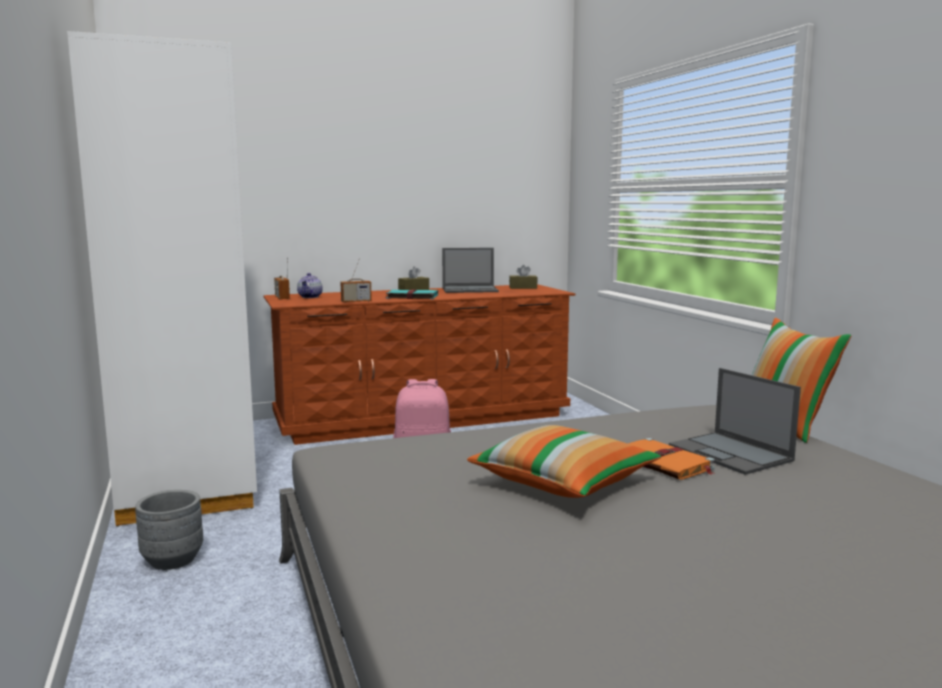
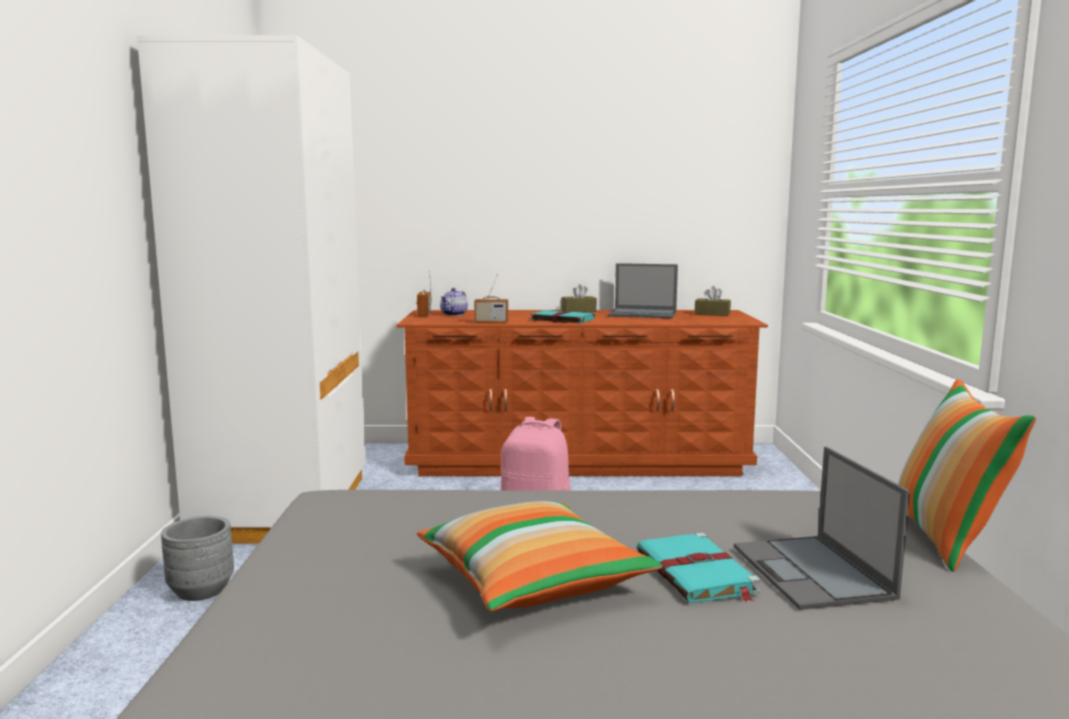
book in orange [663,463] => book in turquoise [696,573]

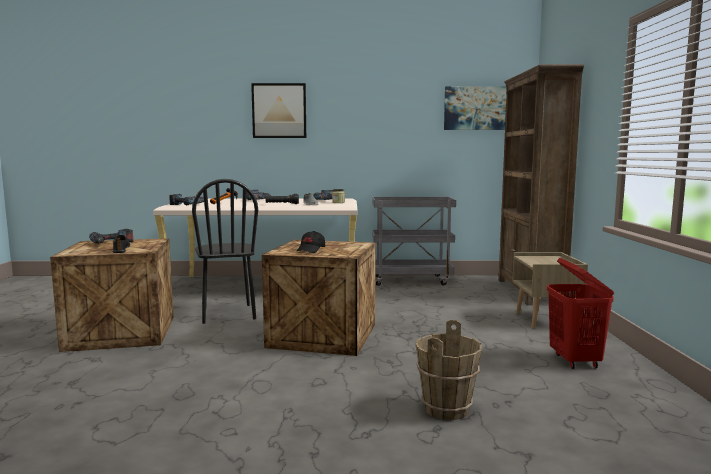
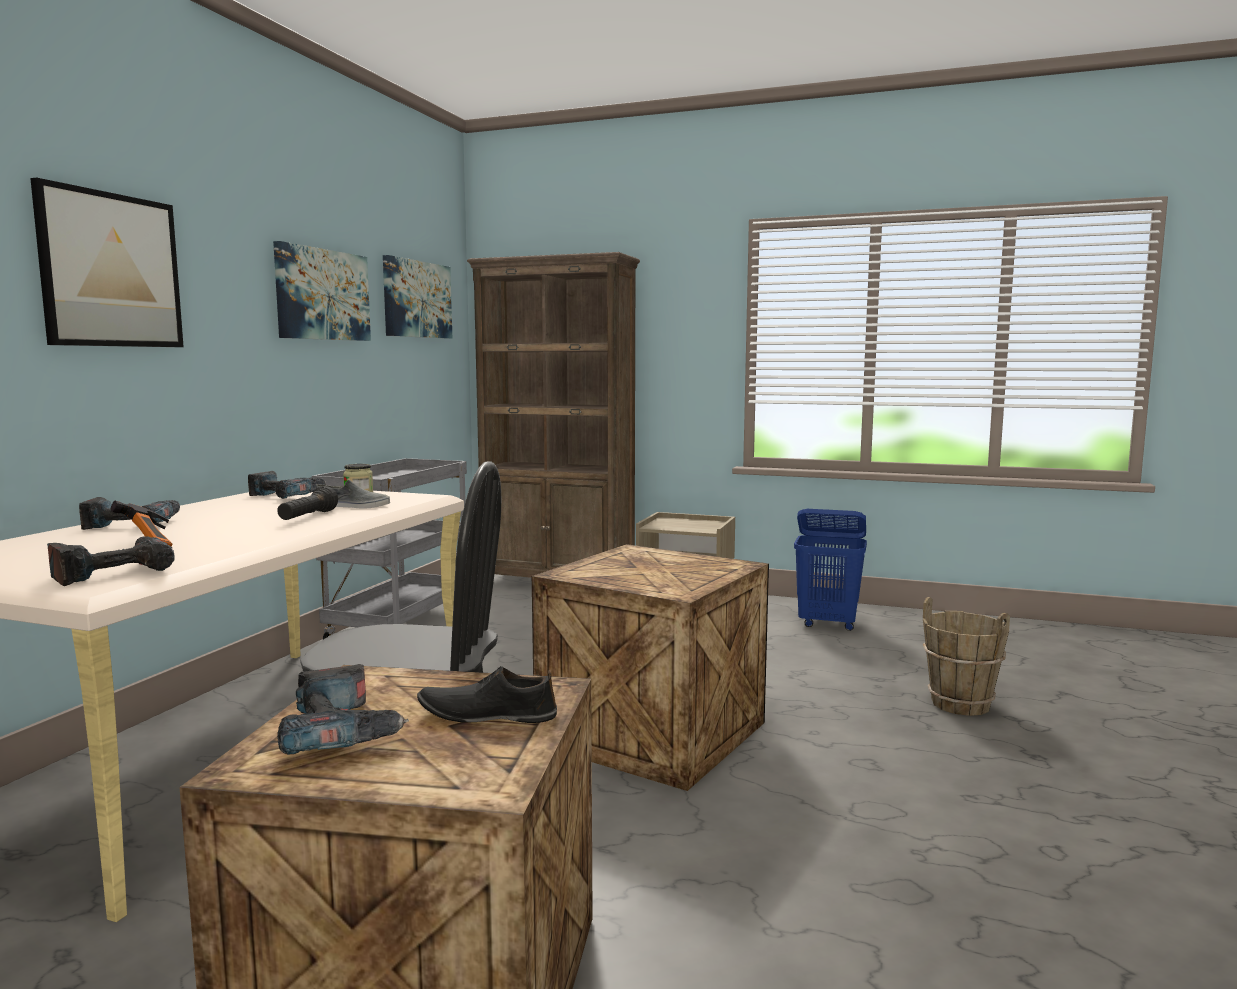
cap in black [311,250] => nothing
nothing => picture [322,295]
laundry basket in red [575,361] => laundry basket in blue [828,624]

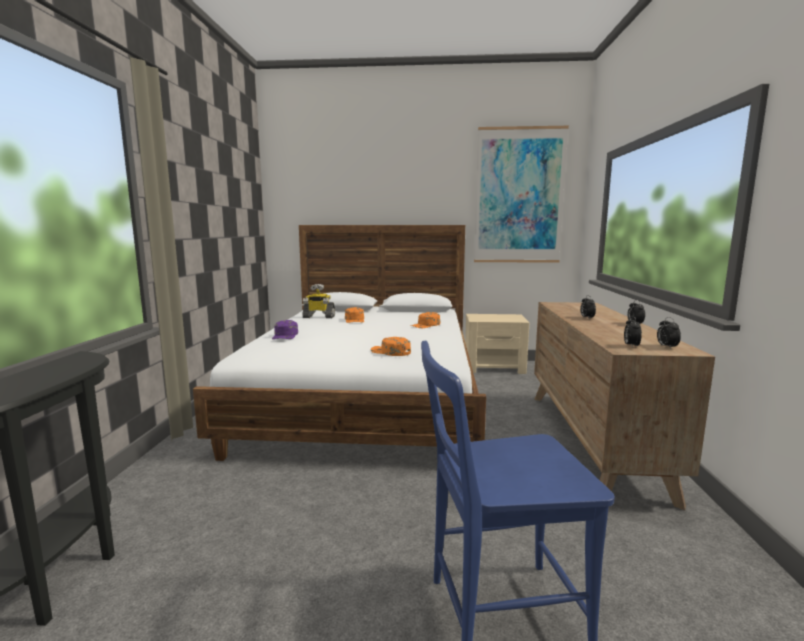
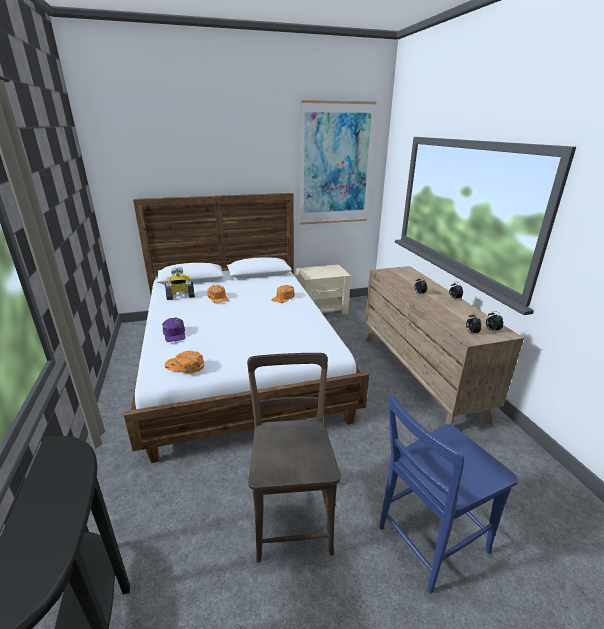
nothing => chair in brown [292,514]
cap in orange [390,352] => cap in orange [184,366], shifted

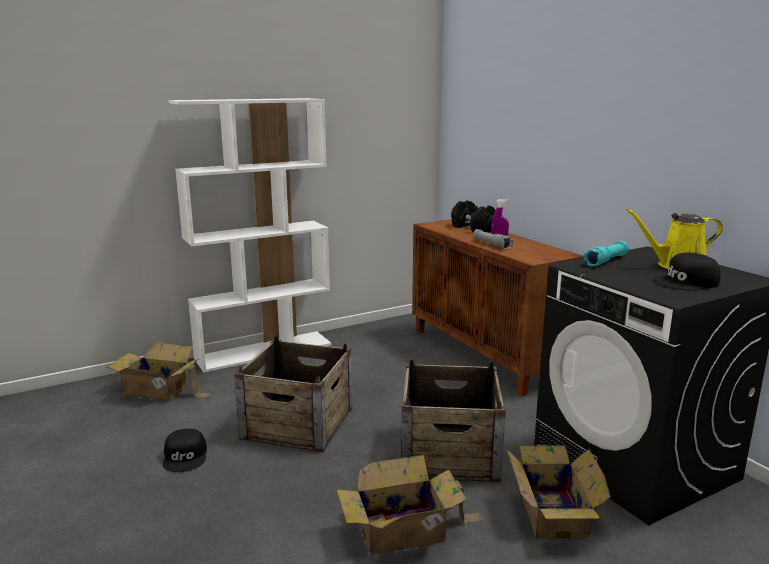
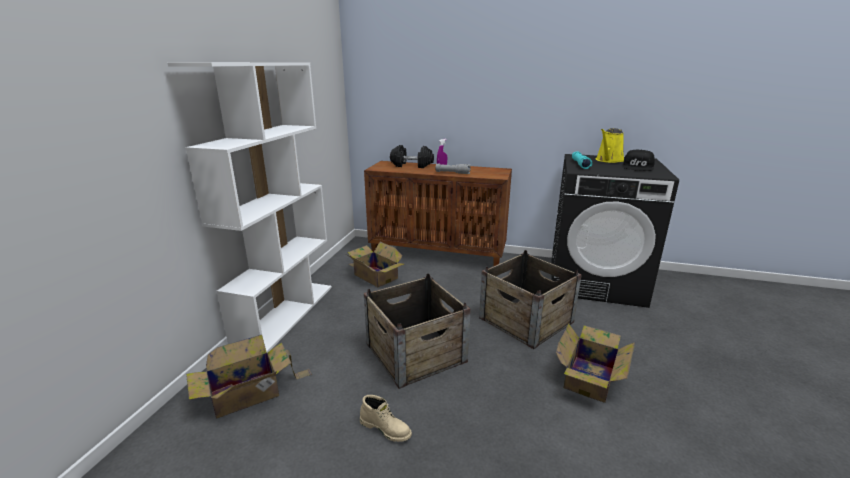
cardboard box [552,511] => cardboard box [375,276], shifted
cap in black [186,456] => boot in beige [386,428]

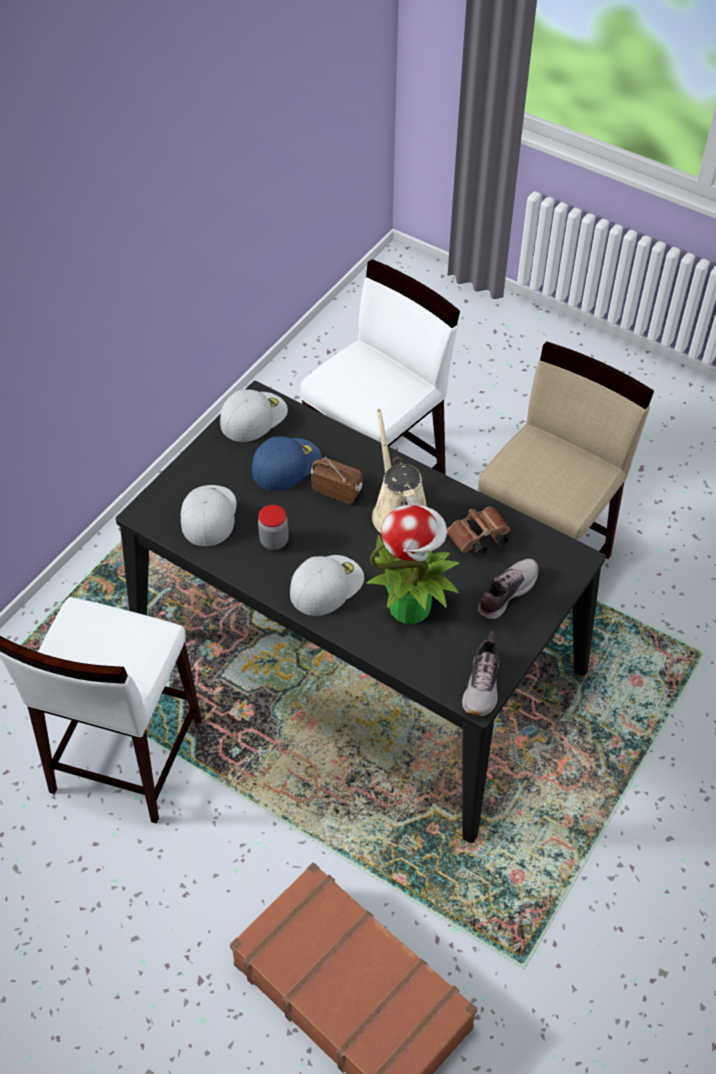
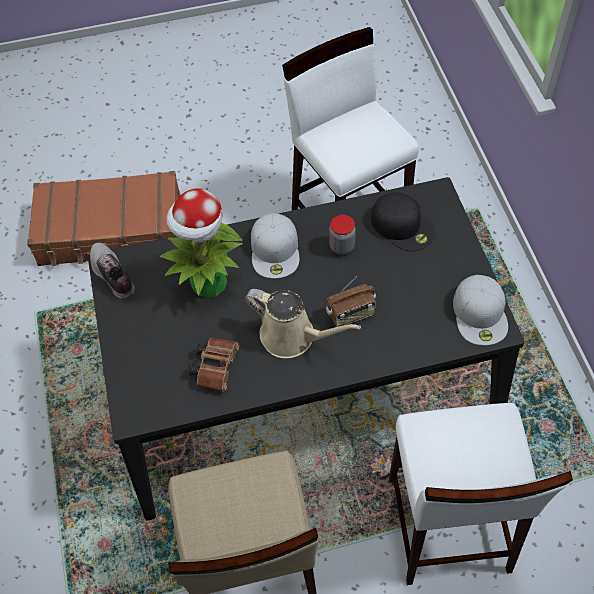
cap in blue [286,463] => nothing
shoe [505,593] => nothing
cap in white [208,514] => cap in black [403,225]

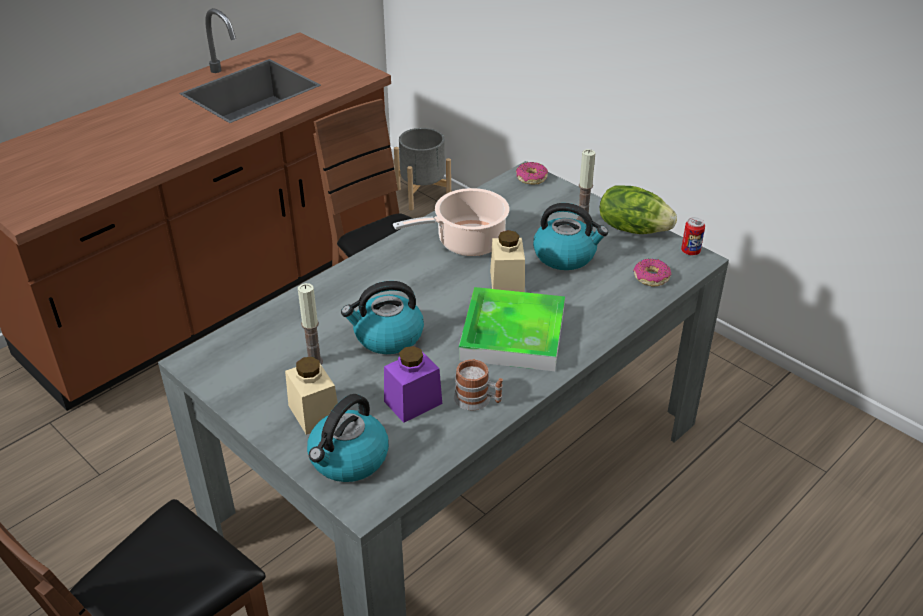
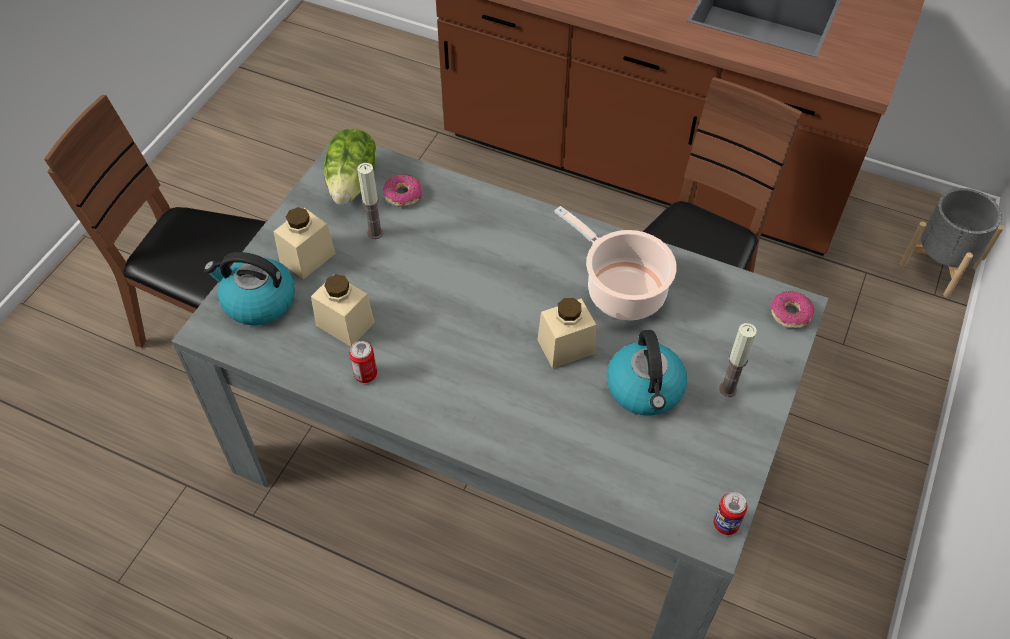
kettle [387,337] => nothing
tray [512,334] => nothing
lettuce [633,228] => lettuce [353,182], shifted
donut [651,277] => donut [403,195], shifted
mug [478,400] => can [365,374]
jar in purple [413,402] => jar in beige [345,324]

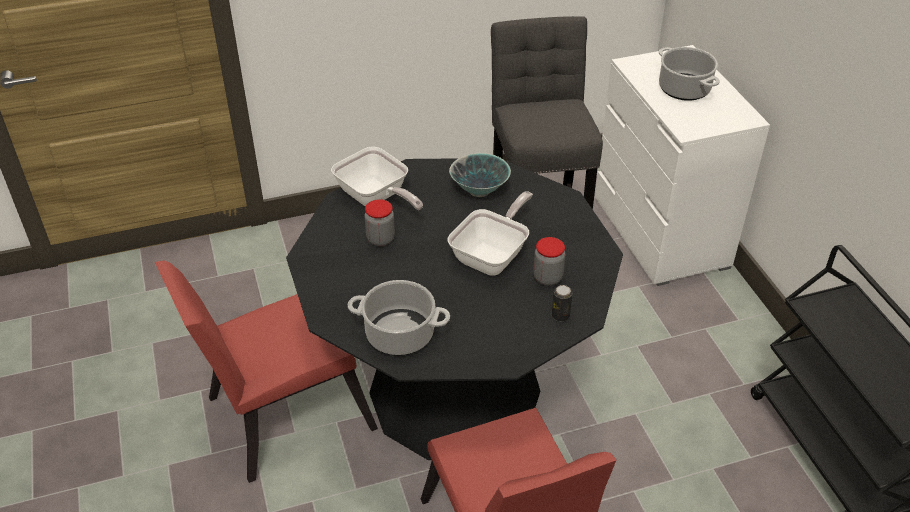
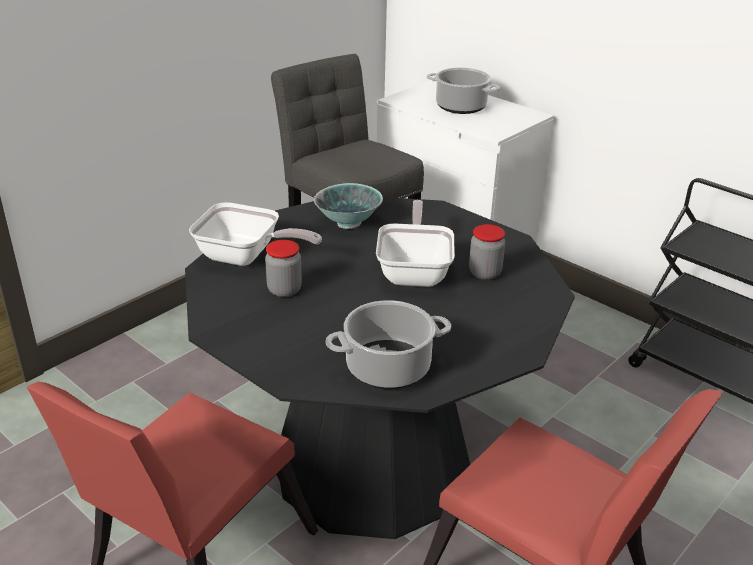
can [560,315] => nothing

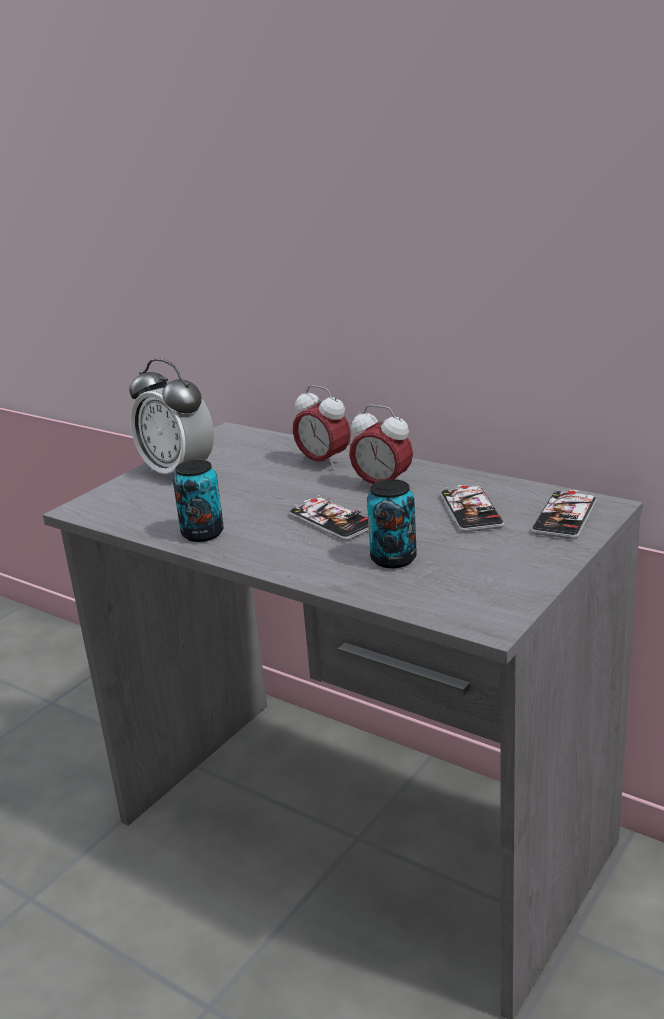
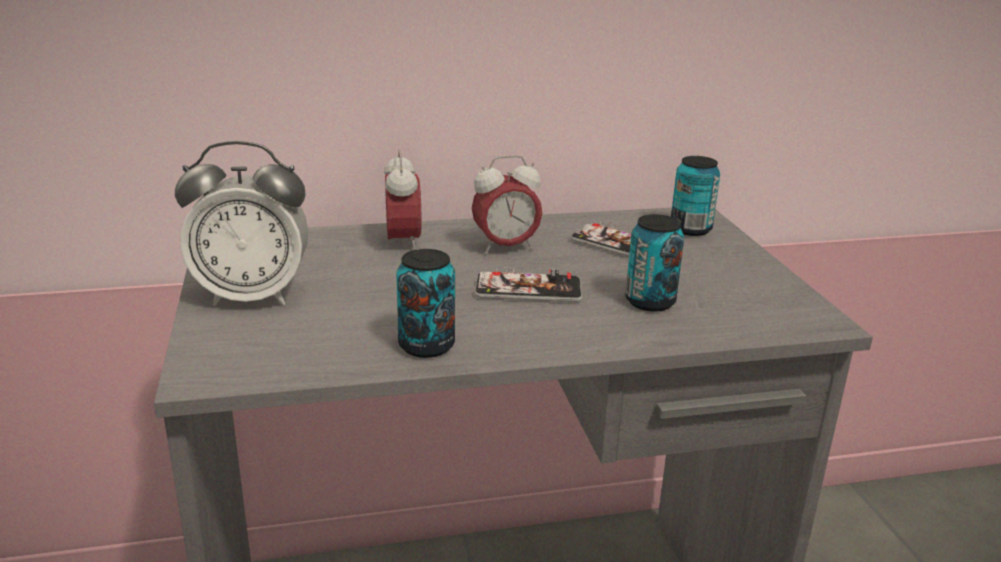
phone [564,516] => can [690,229]
alarm clock [323,463] => alarm clock [403,243], 90 degrees counterclockwise

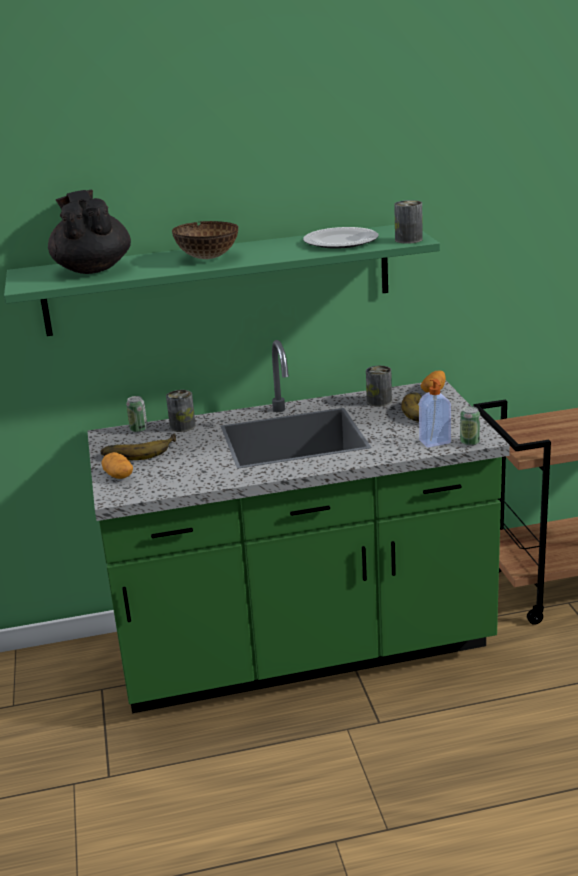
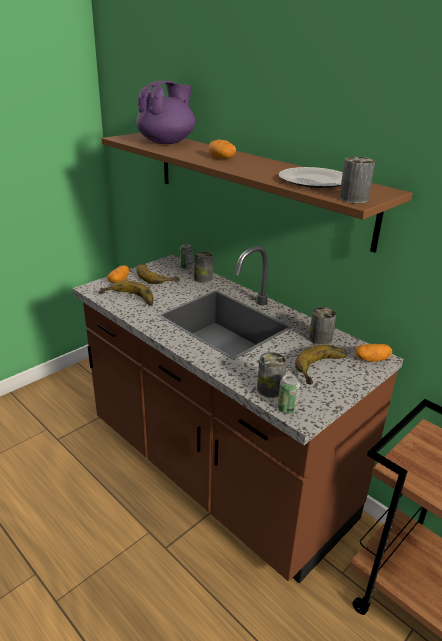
nothing => banana [128,299]
bowl [208,258] => potato [221,158]
soap dispenser [435,442] => can [270,389]
shelf in green [218,279] => shelf in brown [255,184]
teapot in black [92,269] => teapot in purple [167,142]
counter in green [303,651] => counter in brown [216,472]

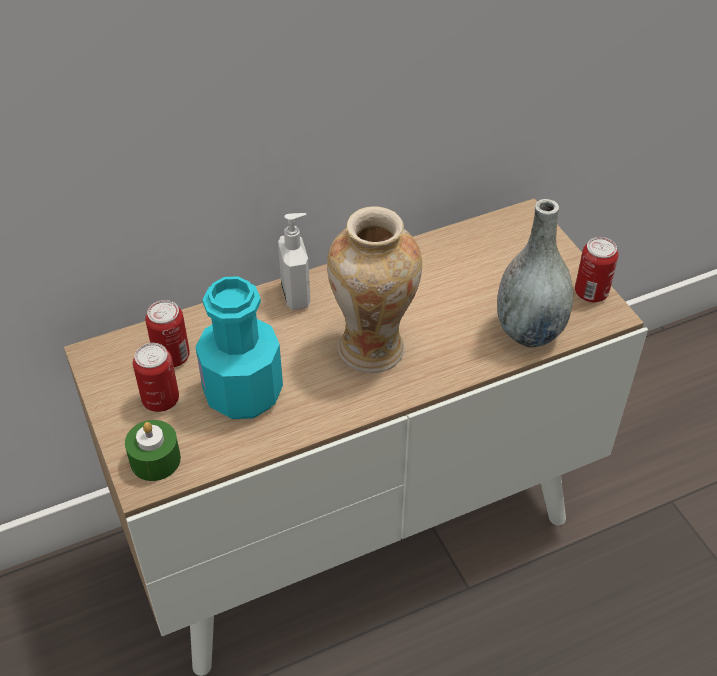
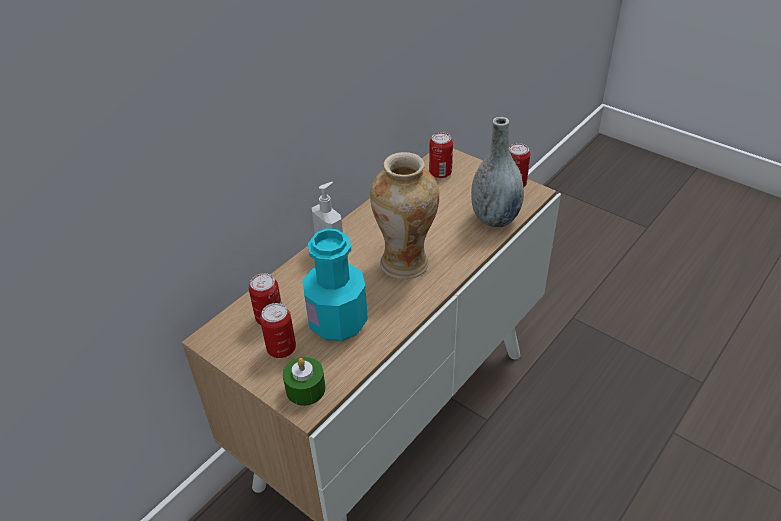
nothing => can [440,173]

